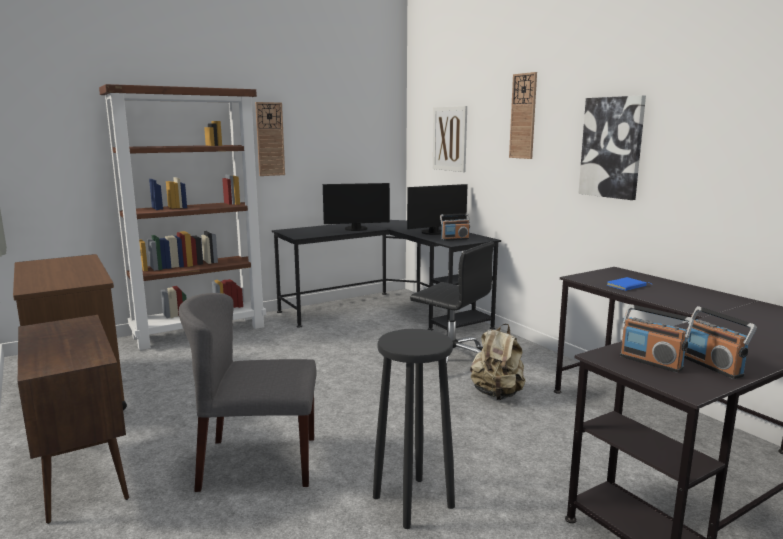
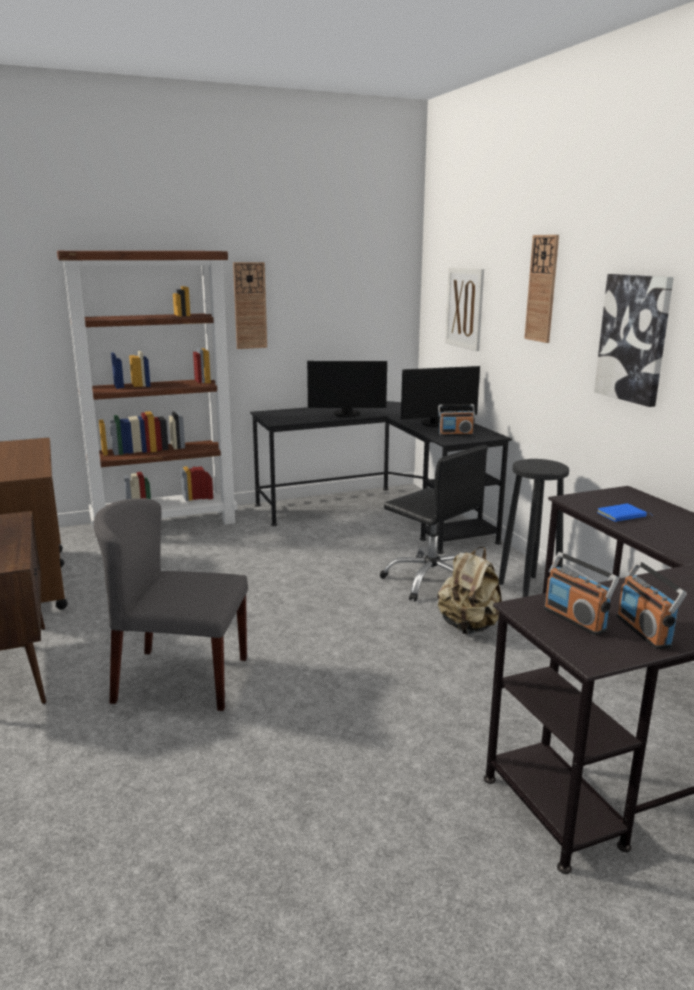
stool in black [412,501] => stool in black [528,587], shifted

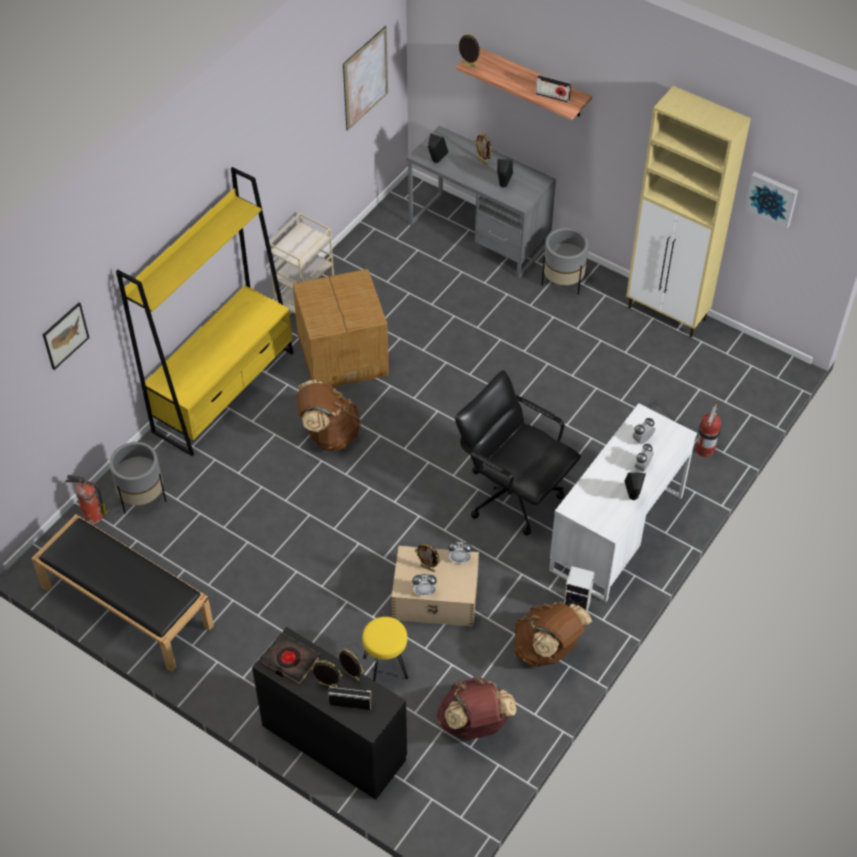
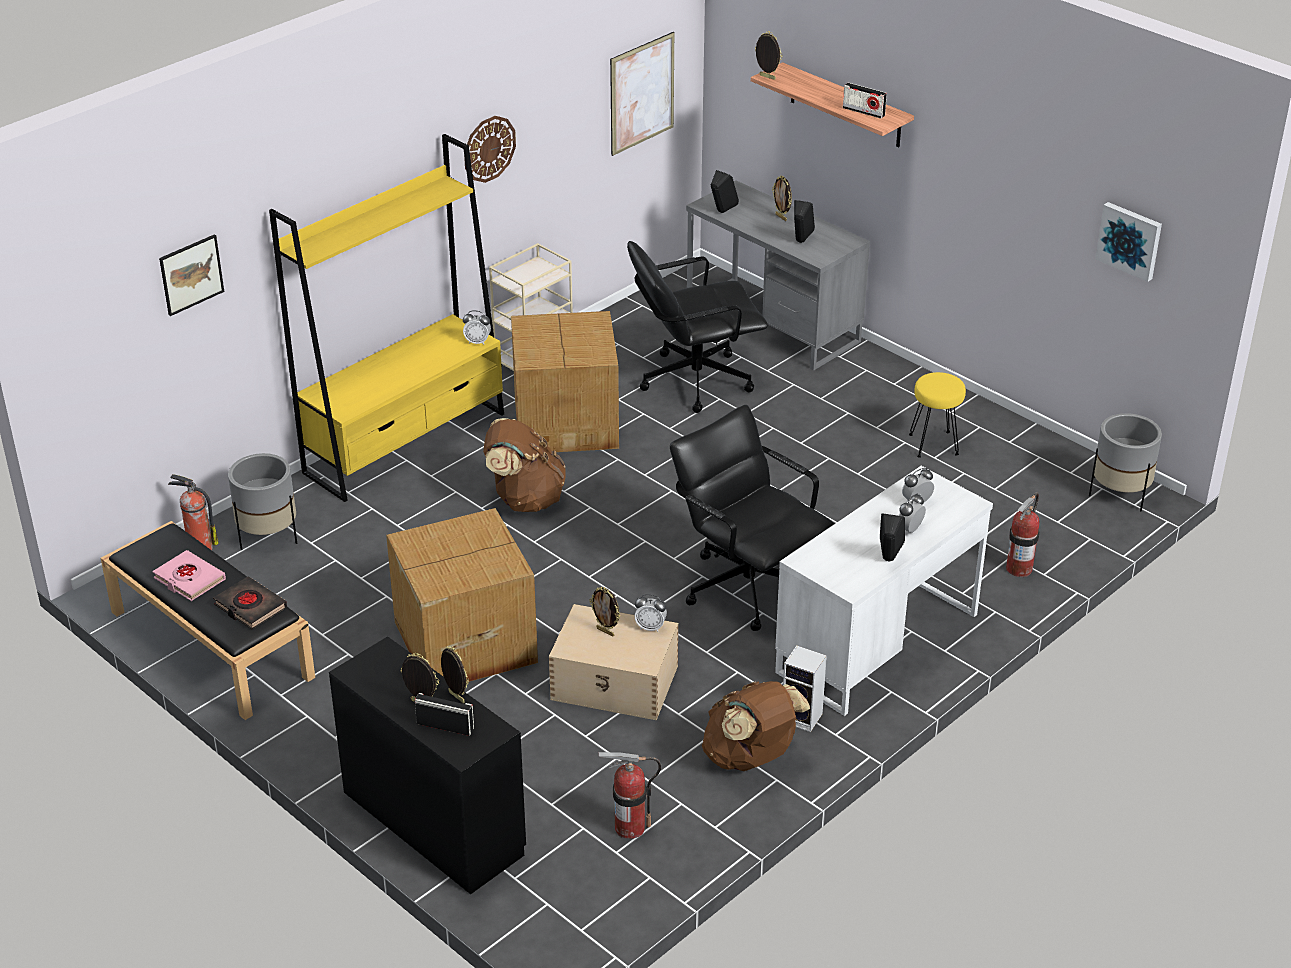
cabinet in beige [667,314] => nothing
nothing => book in pink [189,579]
nothing => cardboard box [463,641]
nothing => wall clock [489,148]
nothing => office chair in black [694,380]
book in black [290,661] => book in black [250,607], shifted
stool in yellow [386,667] => stool in yellow [934,444], shifted
alarm clock [424,592] => alarm clock [477,342], shifted
planter in grey [563,282] => planter in grey [1119,495], shifted
backpack in brown [475,724] => fire extinguisher [629,827]

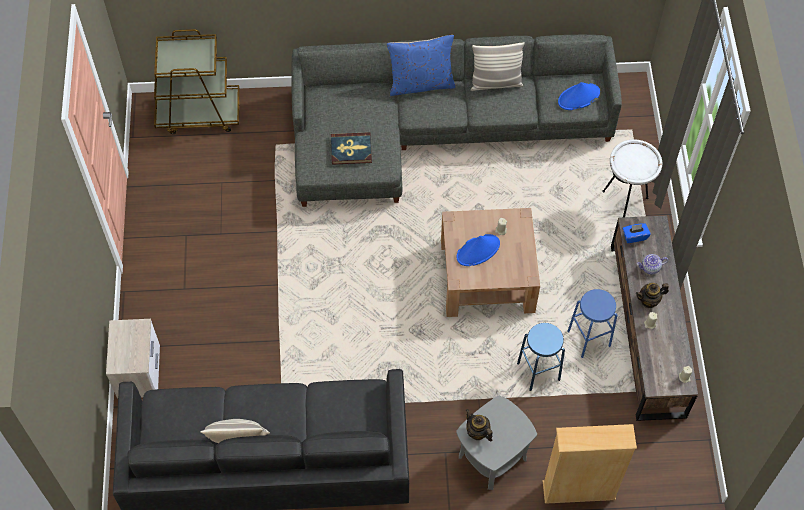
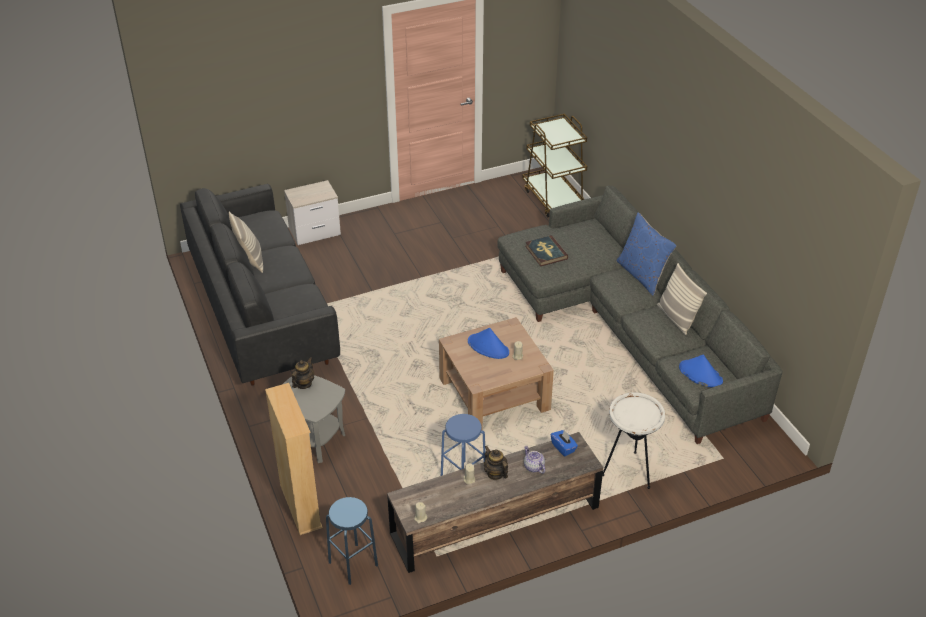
stool in blue [538,371] => stool in blue [353,564], shifted

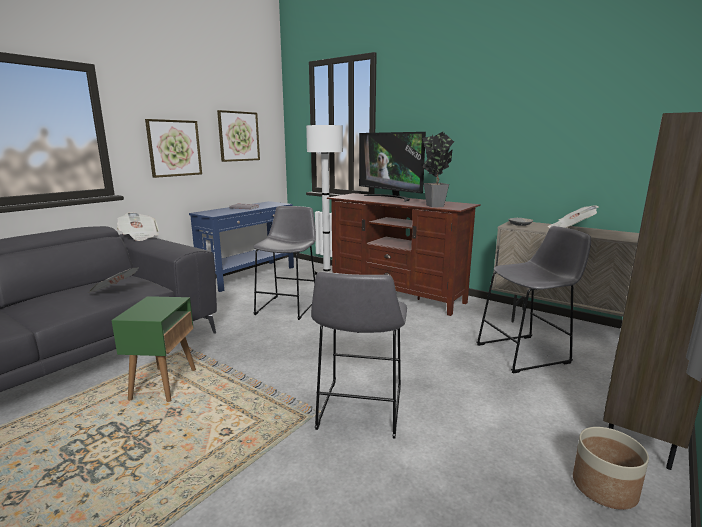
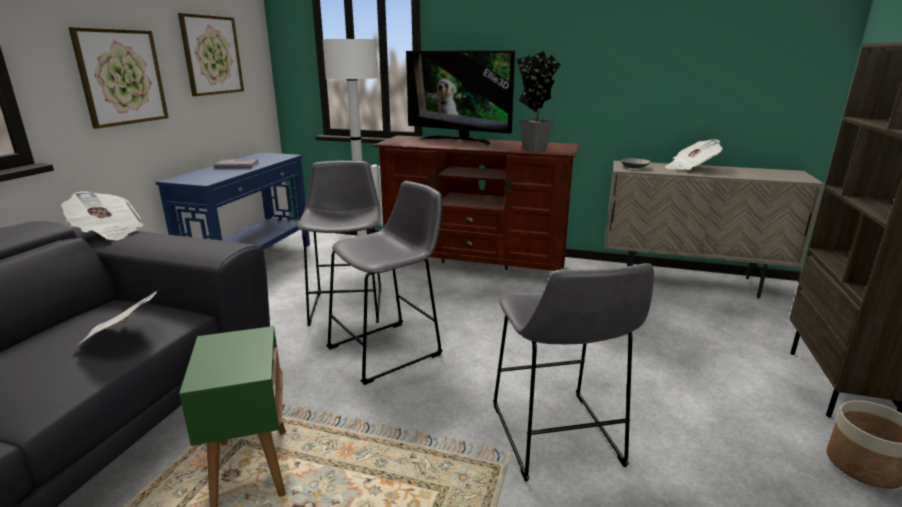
stool in grey [526,353] => stool in grey [390,350], shifted

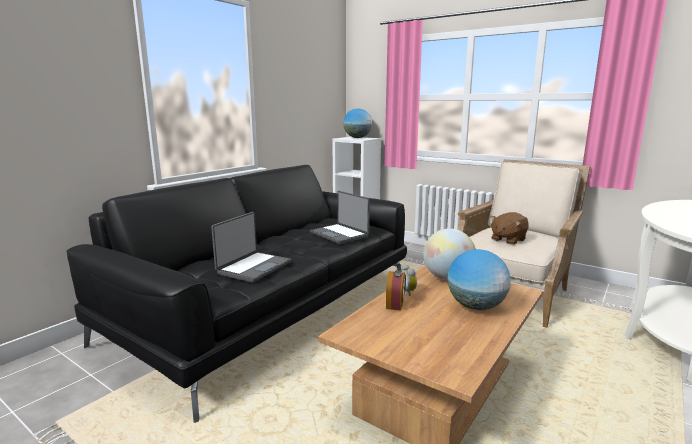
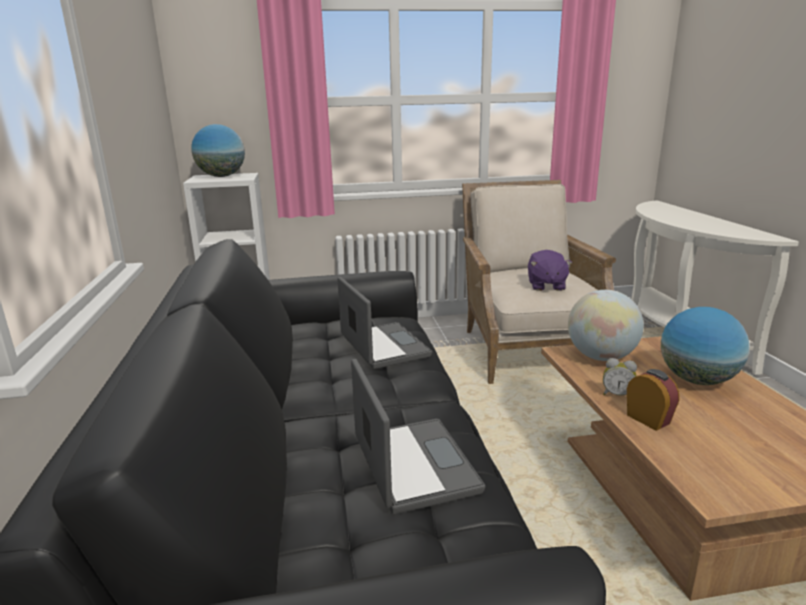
plush toy in brown [507,239] => plush toy in purple [546,286]
laptop [340,234] => laptop [382,347], 120 degrees counterclockwise

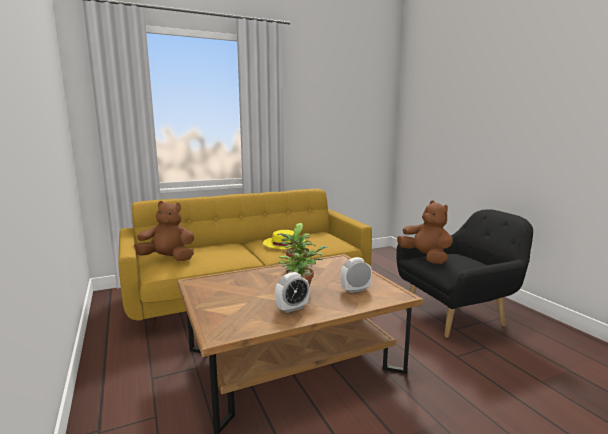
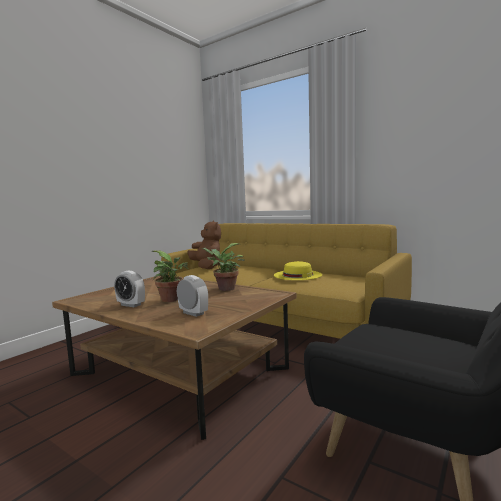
plush toy in brown [425,258] => nothing

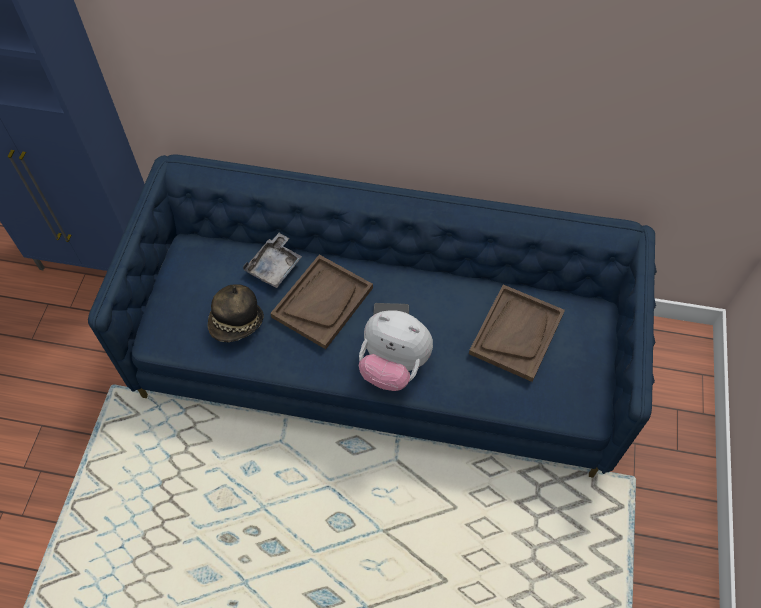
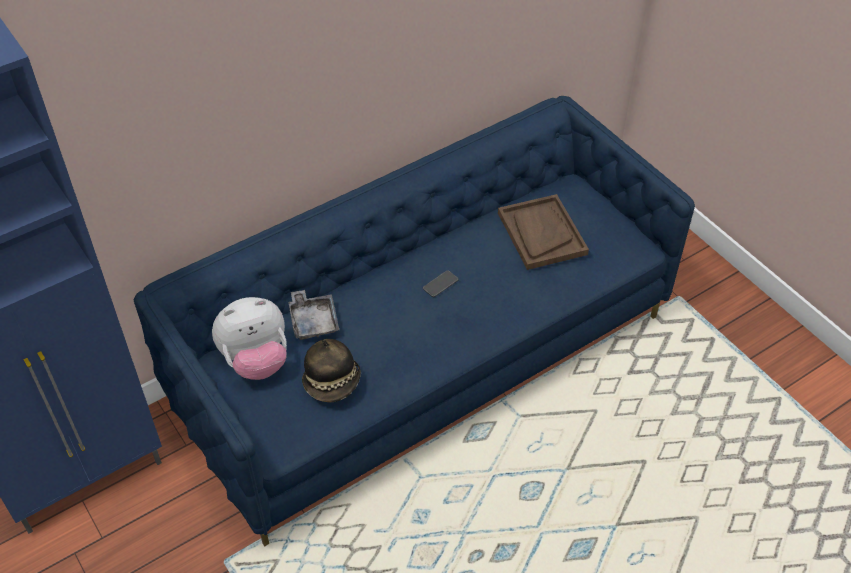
tray in brown [322,302] => nothing
plush toy [393,366] => plush toy [256,360], shifted

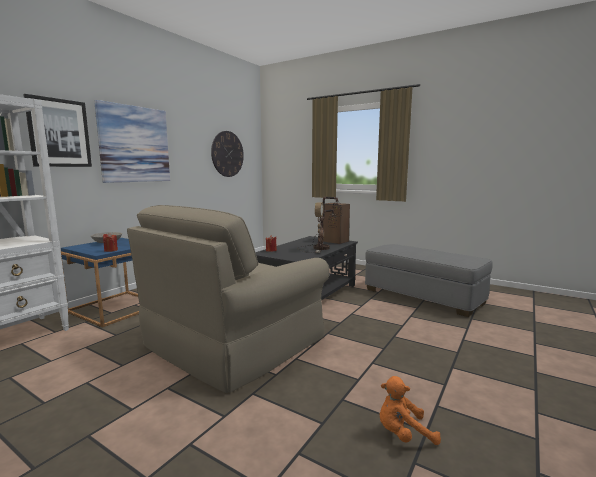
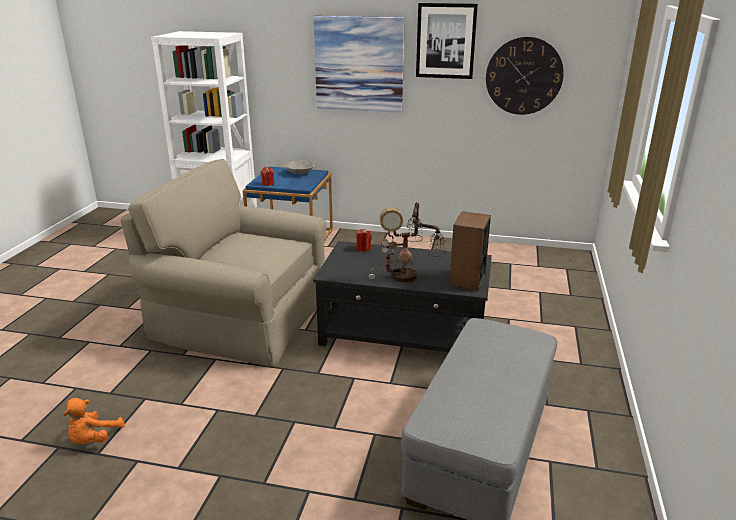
picture [59,133] => picture [446,41], shifted
plush toy in orange [403,434] => plush toy in orange [93,439], 135 degrees counterclockwise

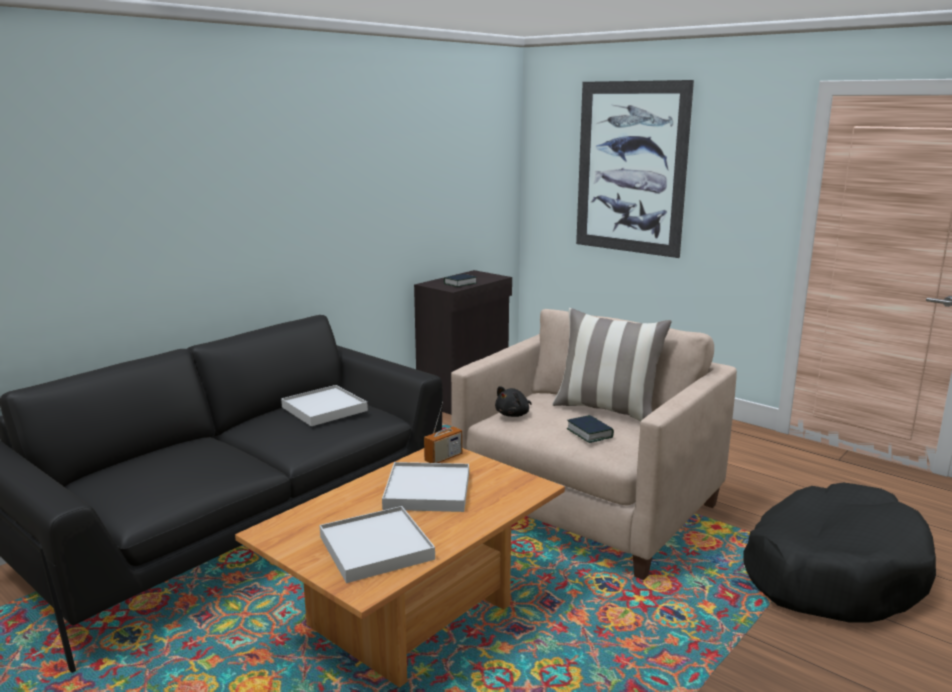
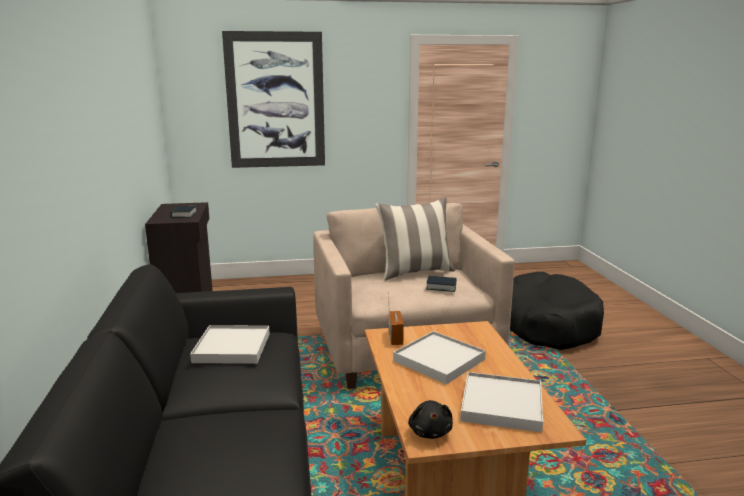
plush toy in black [513,414] => plush toy in black [430,431], shifted

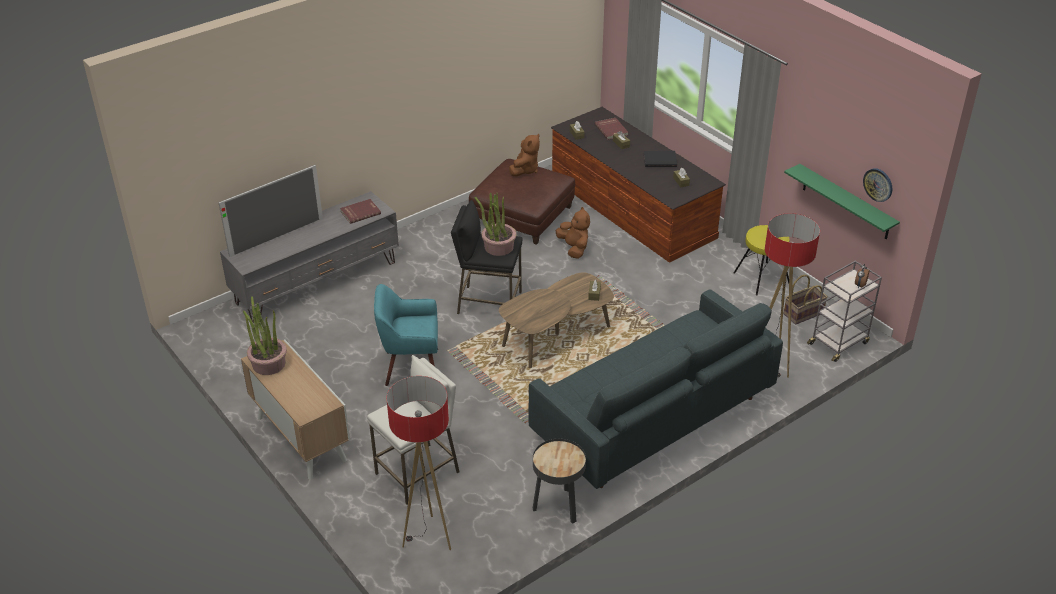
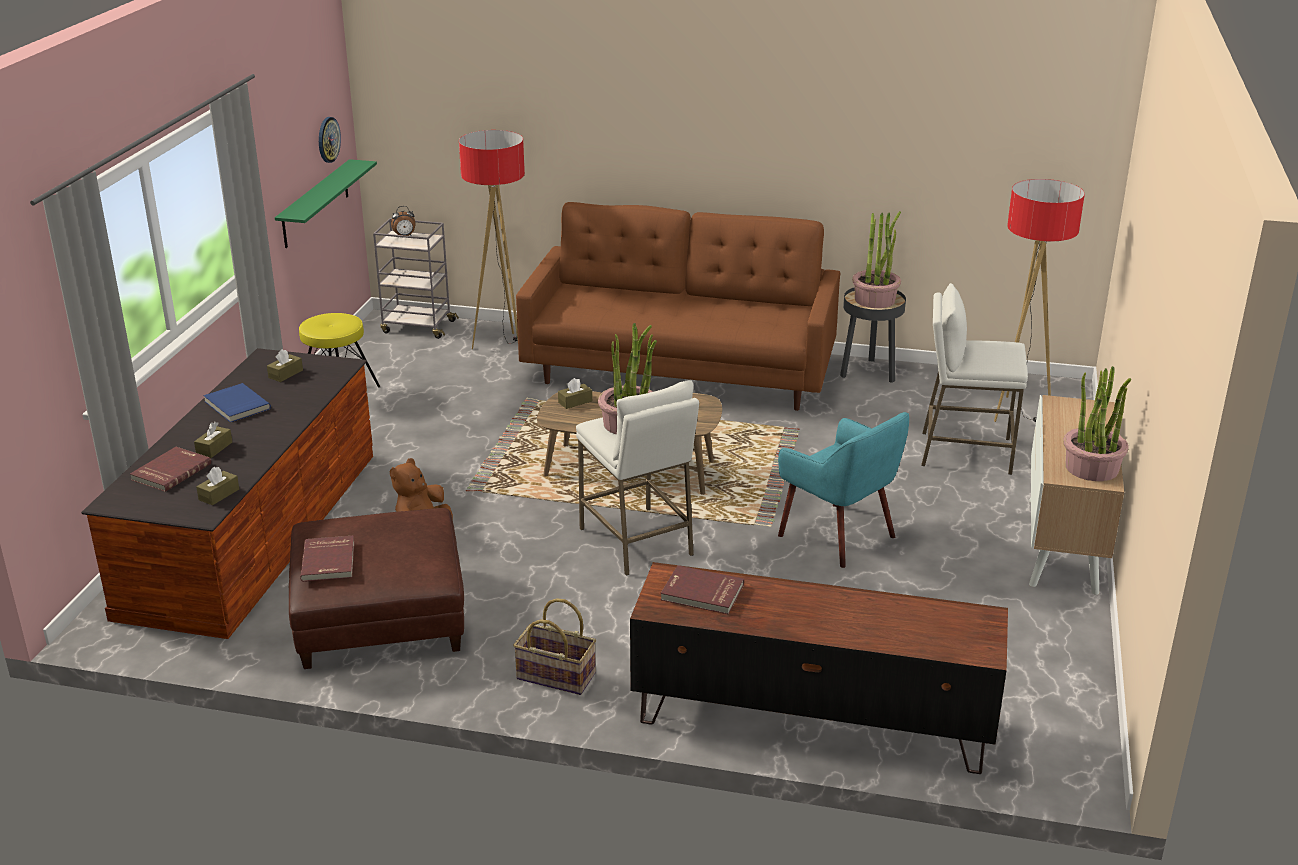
television [277,237] => nothing
nothing => potted plant [875,299]
basket [803,313] => basket [555,677], shifted
plush toy in brown [525,170] => book in red [329,561]
tv stand in grey [317,282] => tv stand in brown [811,719]
stool in black [489,303] => stool in white [637,542]
sofa in grey [653,419] => sofa in brown [680,372]
book in black [660,160] => book in blue [236,405]

